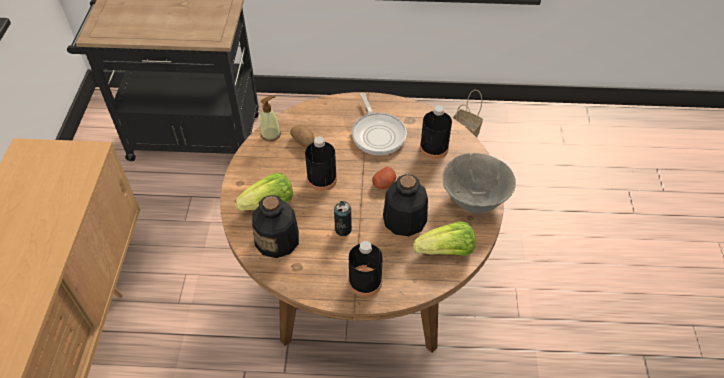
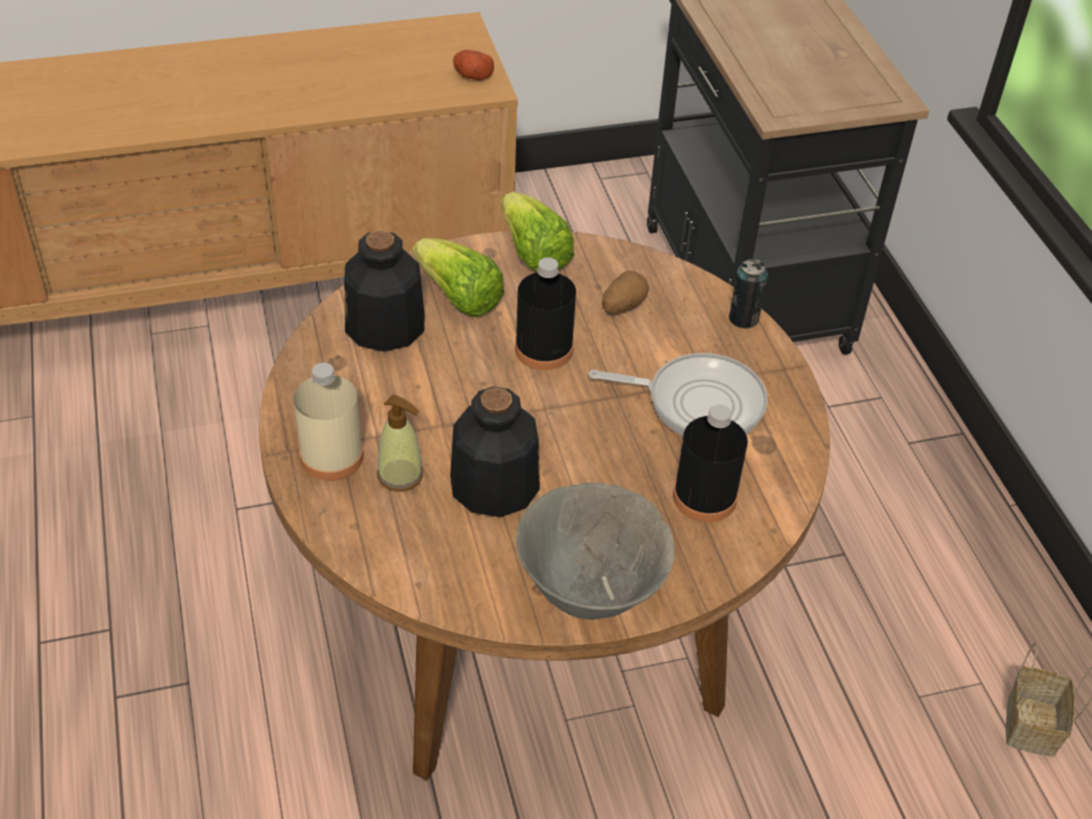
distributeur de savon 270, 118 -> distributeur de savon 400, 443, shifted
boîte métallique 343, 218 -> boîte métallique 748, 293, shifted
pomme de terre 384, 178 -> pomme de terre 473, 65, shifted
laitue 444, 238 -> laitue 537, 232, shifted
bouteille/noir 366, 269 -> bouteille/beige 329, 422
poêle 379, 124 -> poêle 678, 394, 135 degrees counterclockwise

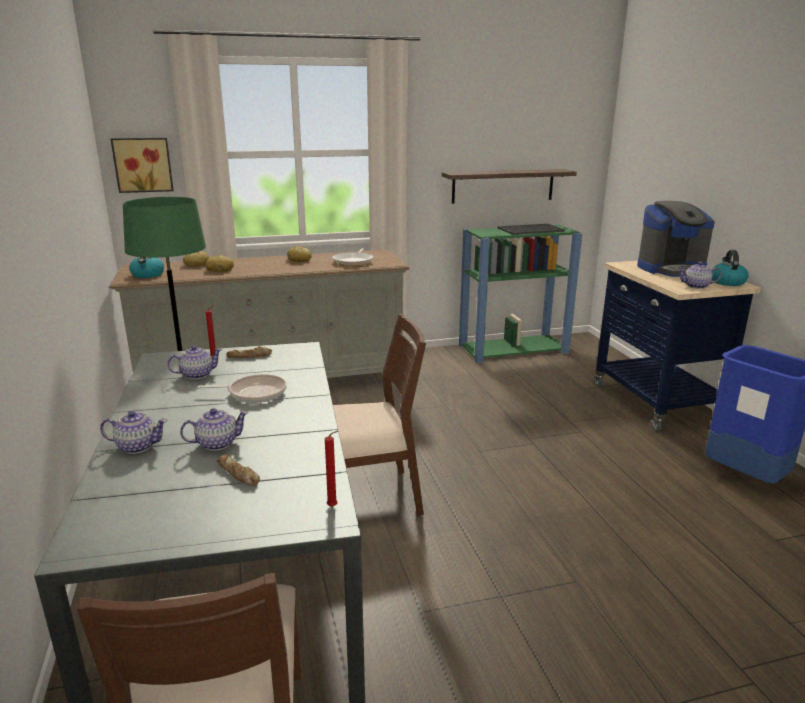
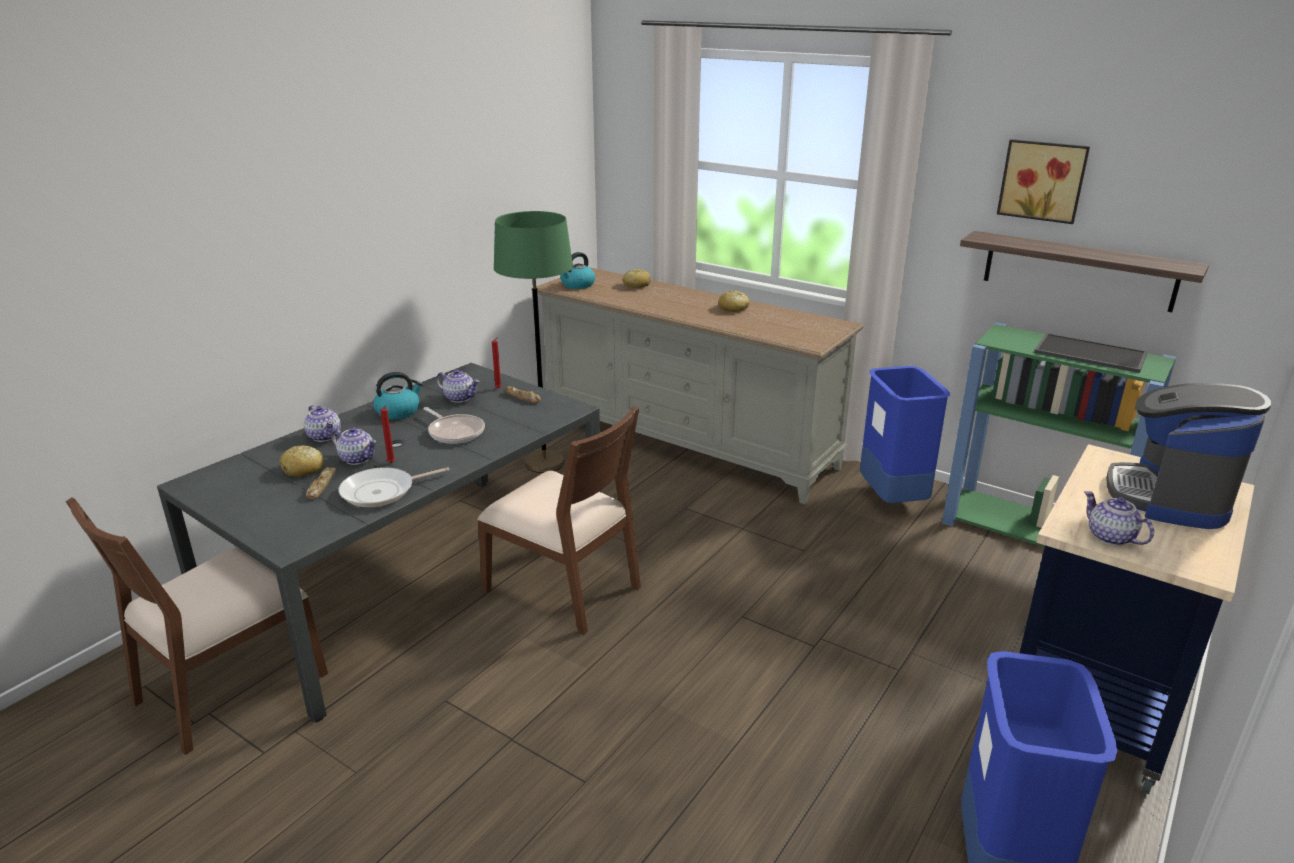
none -> poubelle/bleu 905, 434
tableau 142, 165 -> tableau 1043, 181, shifted
pain 220, 263 -> pain 302, 461, shifted
bougie/rouge 331, 468 -> bougie/rouge 387, 434, shifted
poêle 353, 257 -> poêle 393, 487, shifted
bouilloire 730, 268 -> bouilloire 398, 395, shifted
machine à café 676, 239 -> machine à café 1189, 456, 75 degrees clockwise

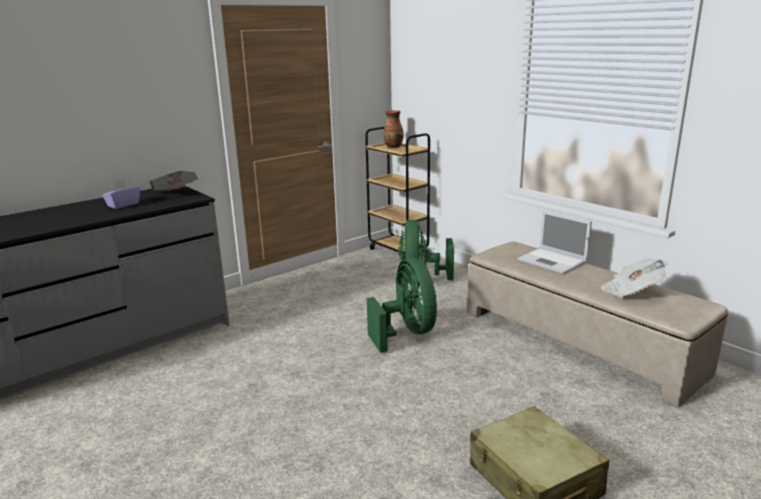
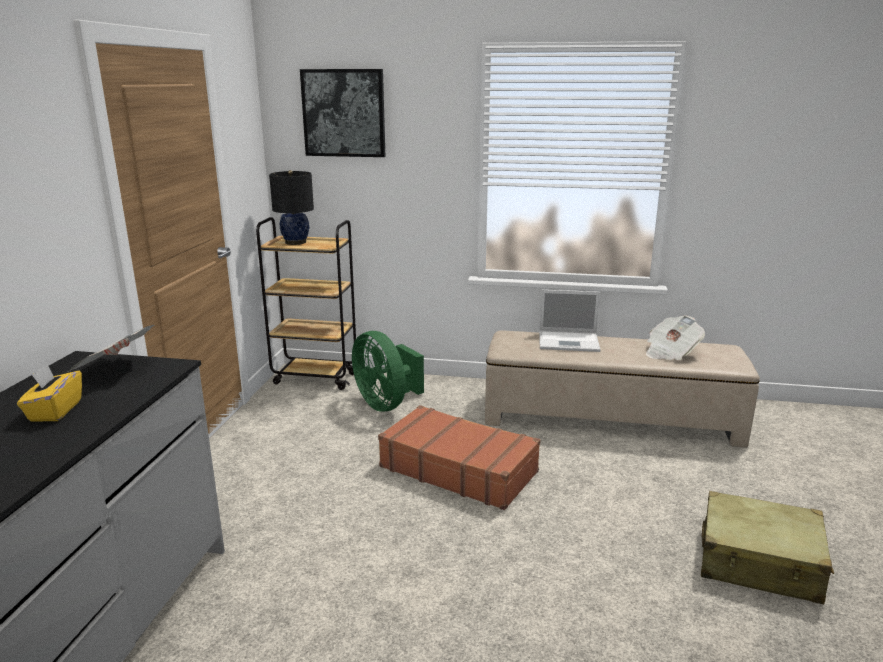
none -> tableau 342, 113
ventilateur/vert 402, 305 -> valise/marron 459, 457
vase 394, 129 -> lampe de table/noir 291, 207
boîte à mouchoirs/violet 121, 194 -> boîte à mouchoirs/jaune 49, 393

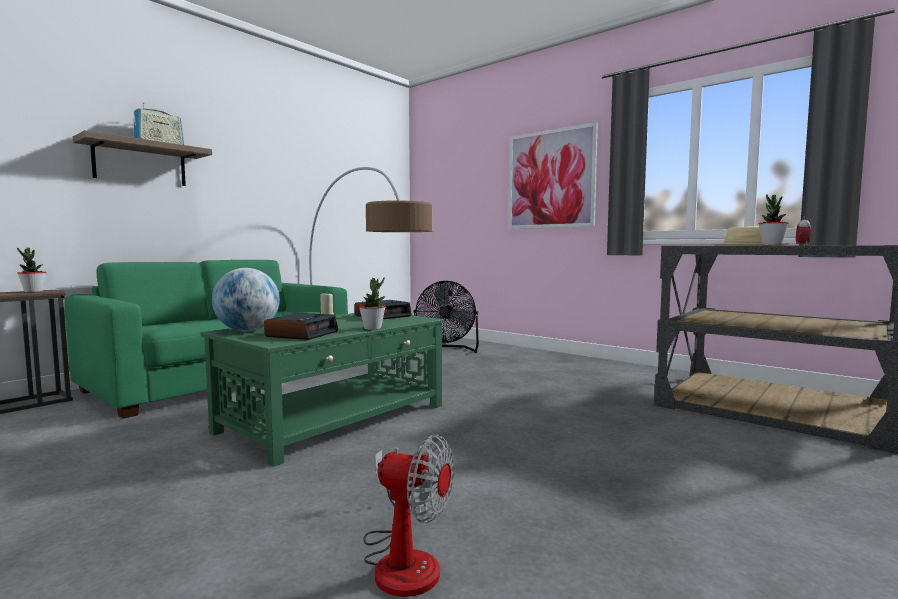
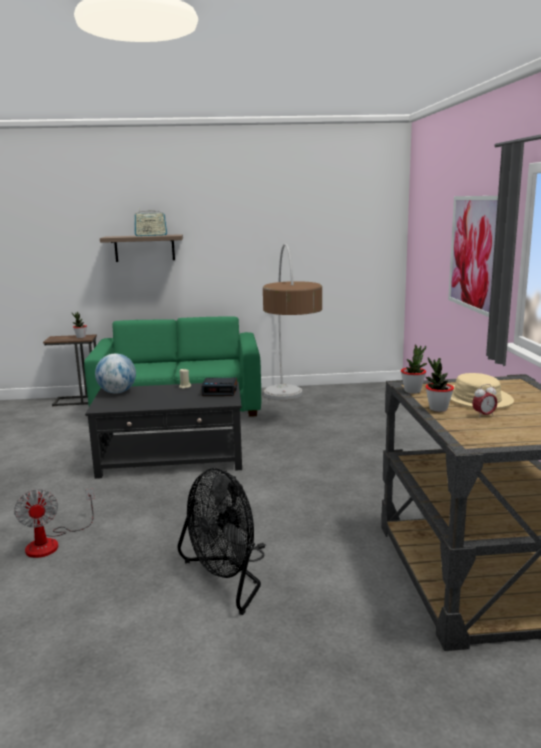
réveil 301, 326 -> none
plante en pot 372, 304 -> plante en pot 414, 369, shifted
ventilateur/noir 446, 317 -> ventilateur/noir 222, 541, shifted
table basse/vert 322, 390 -> table basse/noir 163, 430

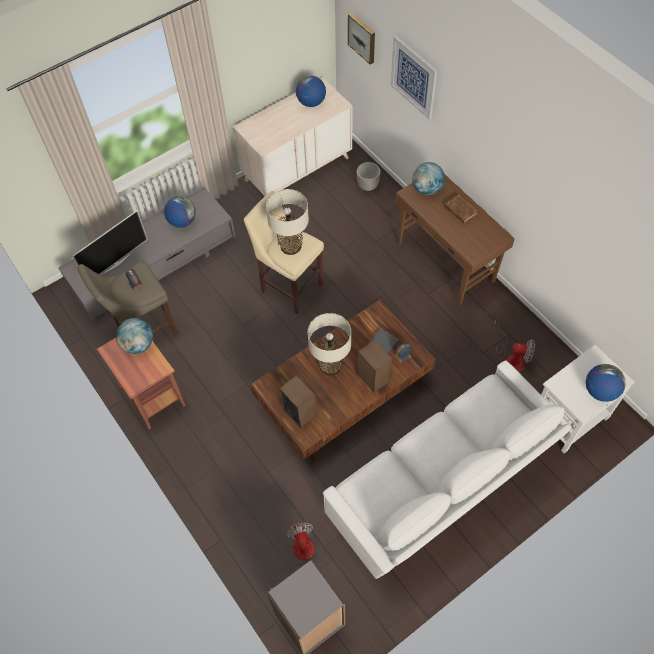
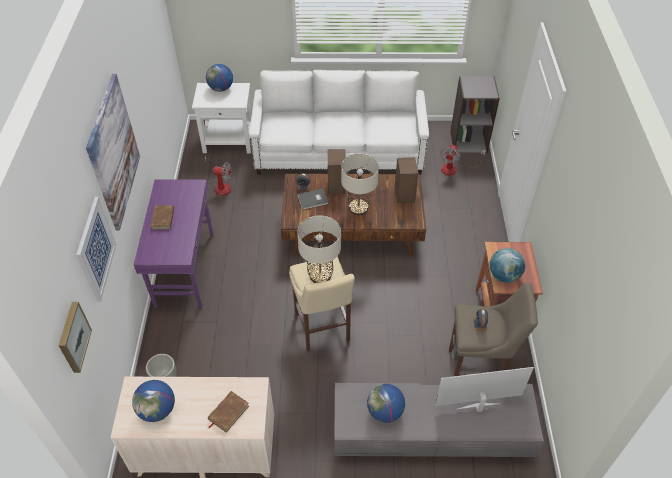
globe 428, 178 -> none
none -> tableau 113, 152
none -> livre/marron 228, 412
table console/marron 455, 240 -> table console/violet 173, 243
ventilateur 514, 344 -> ventilateur 218, 175, 135 degrees clockwise

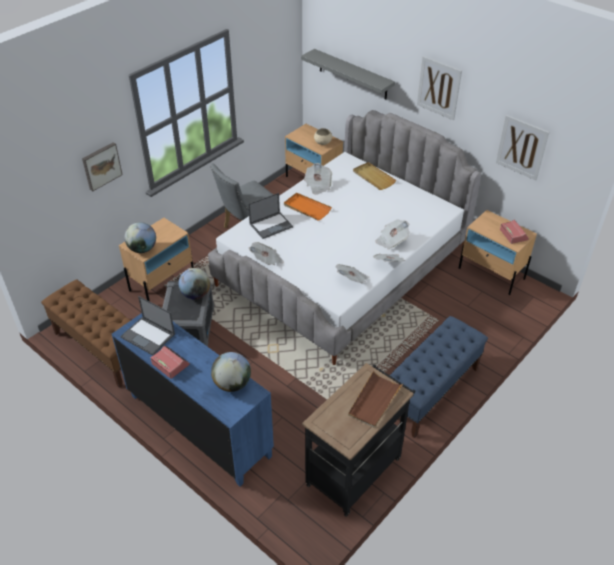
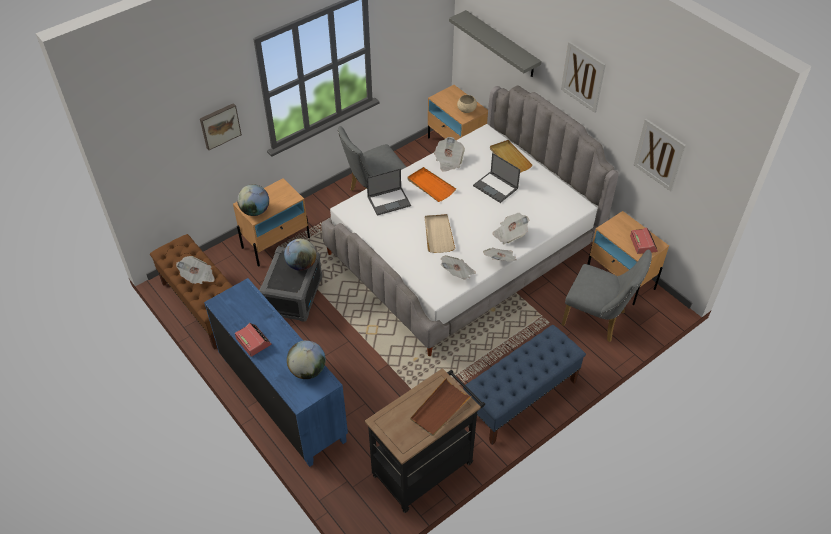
none -> plateau/beige 440, 233
none -> chaise/gris 606, 295
ordinateur portable 147, 326 -> ordinateur portable 496, 178, shifted
journal 266, 253 -> journal 195, 270, shifted

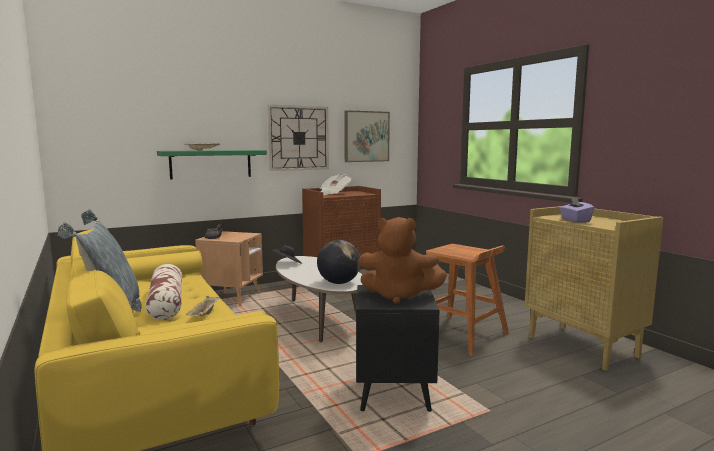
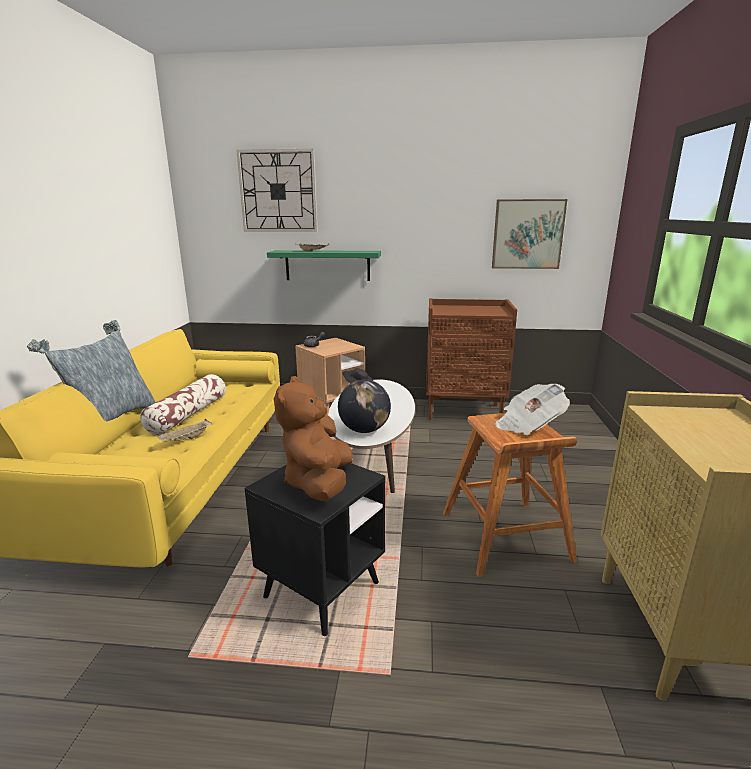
boîte à mouchoirs/violet 577, 210 -> none
horloge murale 298, 138 -> horloge murale 277, 190, shifted
journal 335, 184 -> journal 532, 409, shifted
peluche/marron 403, 260 -> peluche/marron 313, 438, 45 degrees clockwise

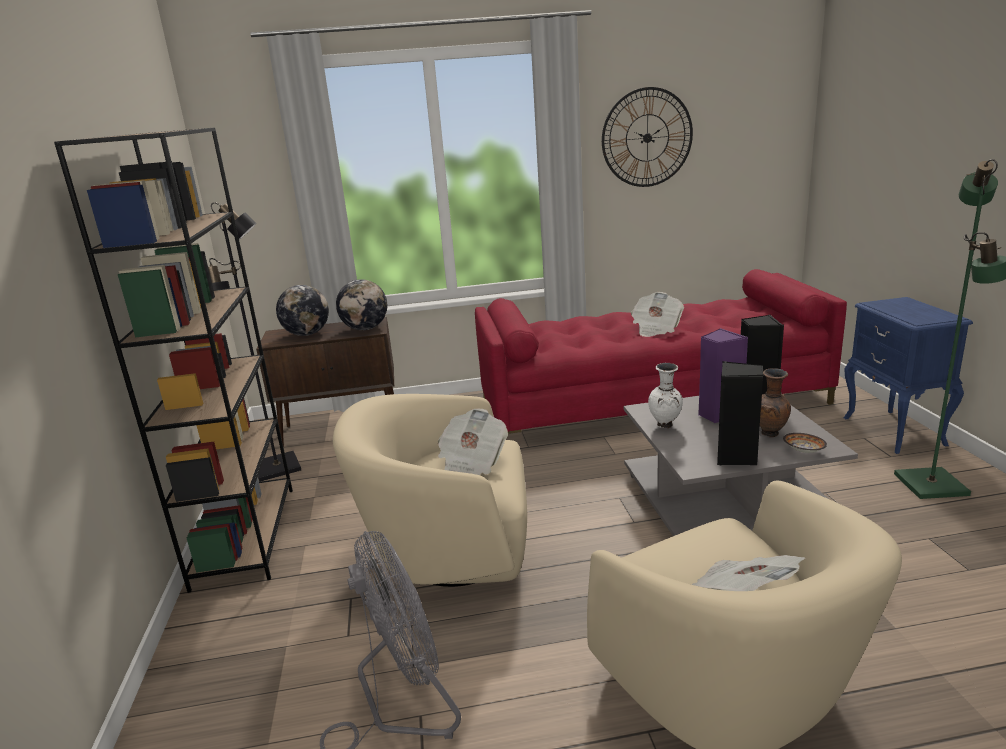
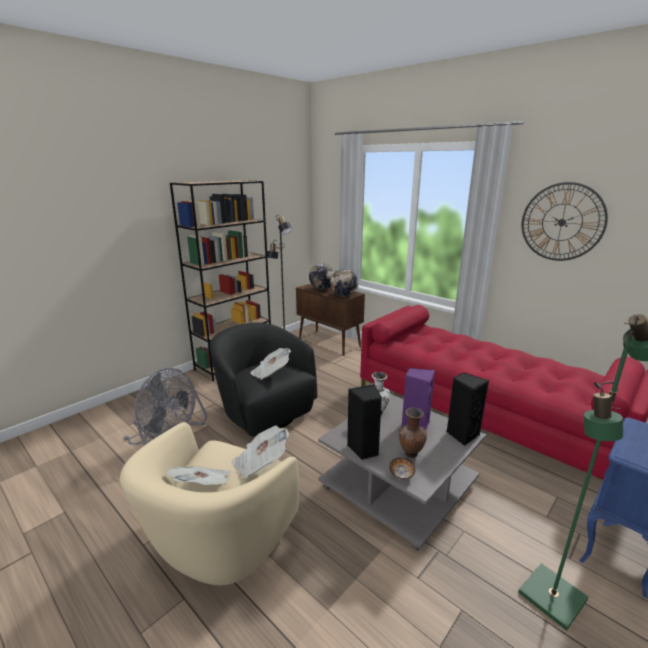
journal 657, 314 -> journal 260, 452, shifted
fauteuil/beige 430, 490 -> fauteuil/noir 263, 380

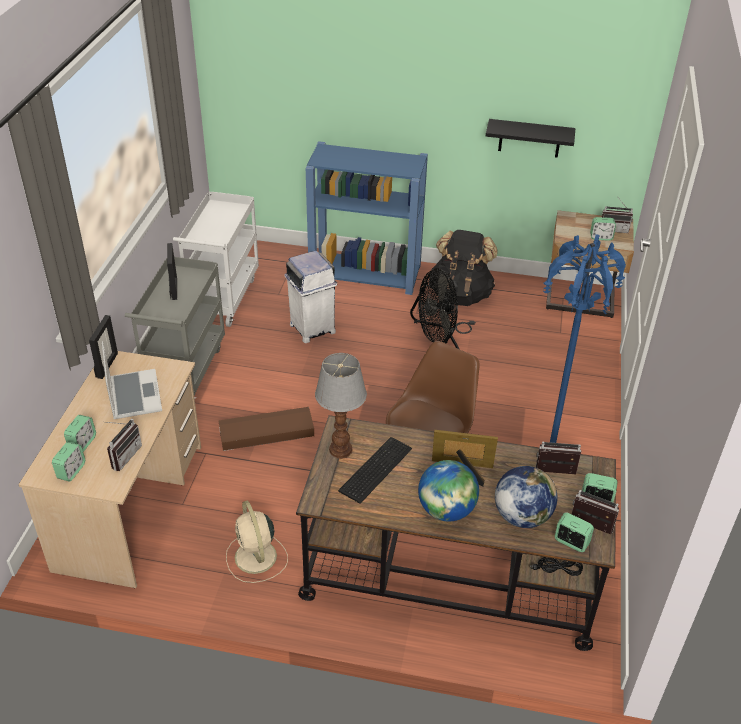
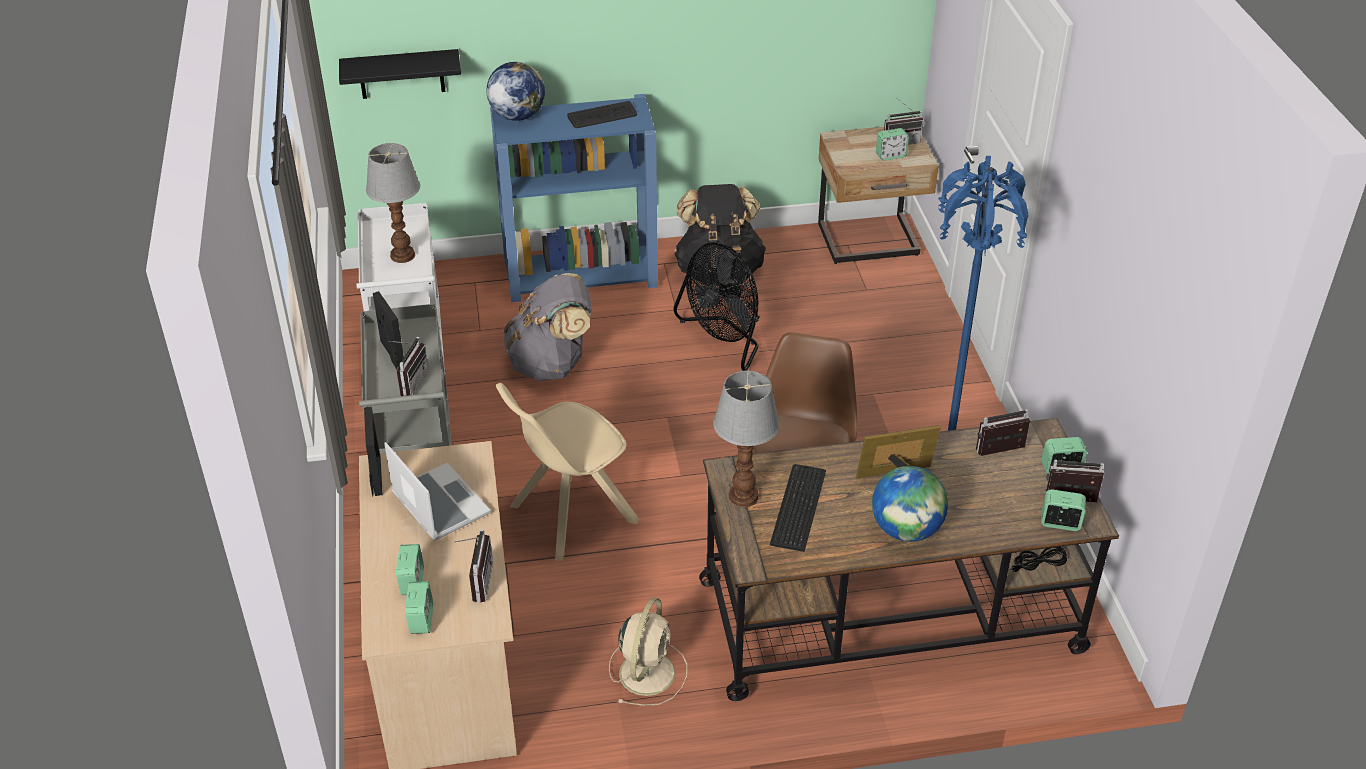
none -> lampe de table 393, 203
none -> radio 409, 366
none -> clavier 602, 114
étagère/noir 530, 138 -> étagère/noir 400, 74, shifted
globe 526, 497 -> globe 515, 91, shifted
boîte de rangement/marron 266, 429 -> chaise/beige 567, 472
poubelle/blanc 310, 297 -> sac à dos/gris 548, 327
ventilateur/beige 257, 542 -> ventilateur/beige 648, 652, 120 degrees counterclockwise

